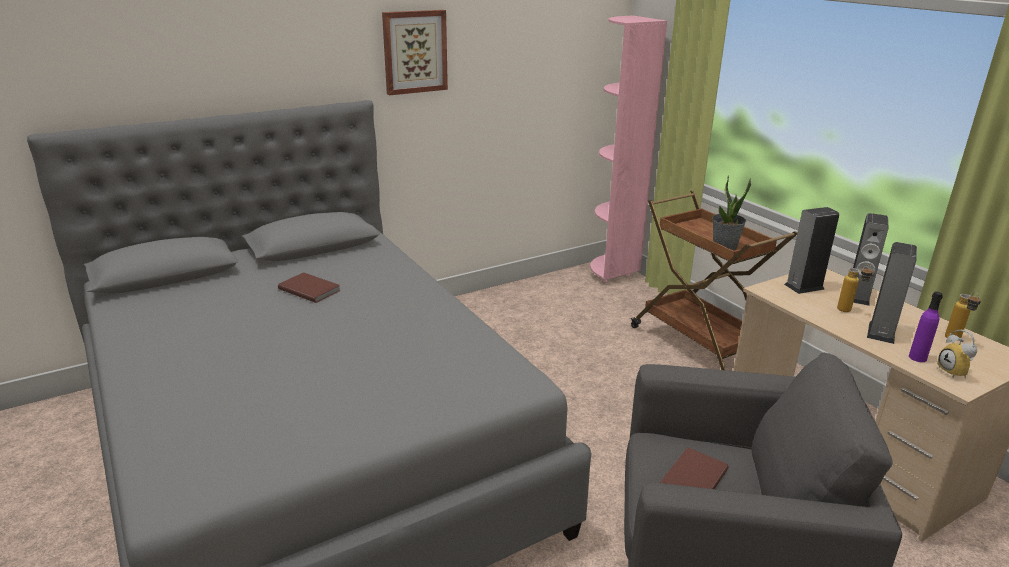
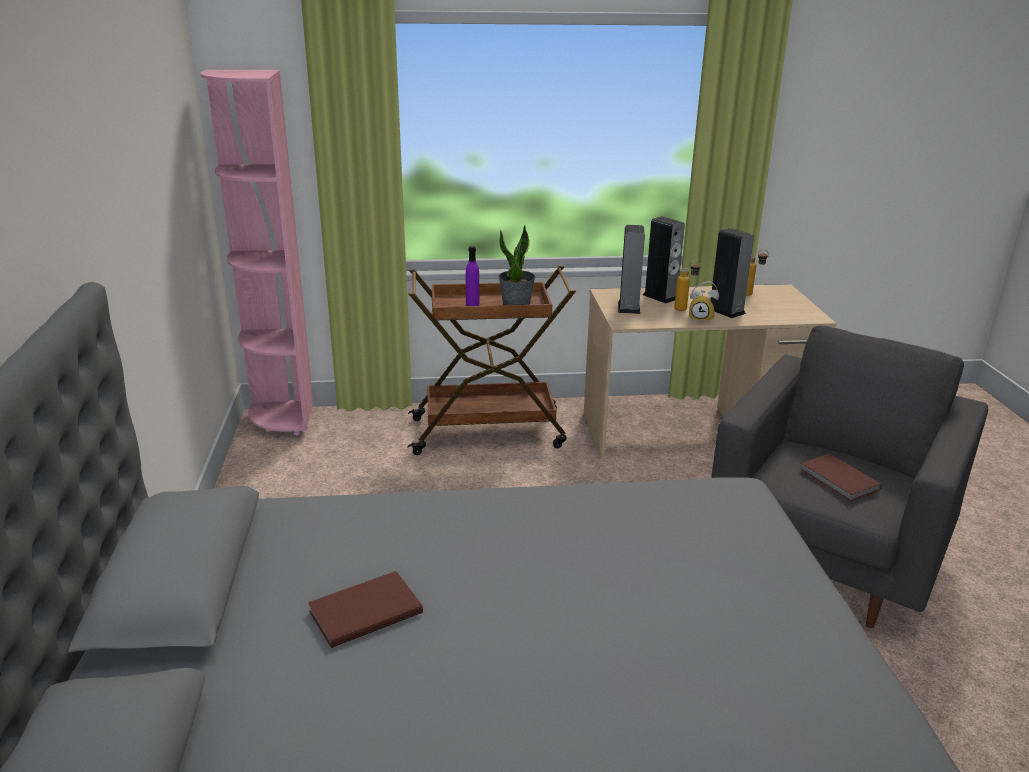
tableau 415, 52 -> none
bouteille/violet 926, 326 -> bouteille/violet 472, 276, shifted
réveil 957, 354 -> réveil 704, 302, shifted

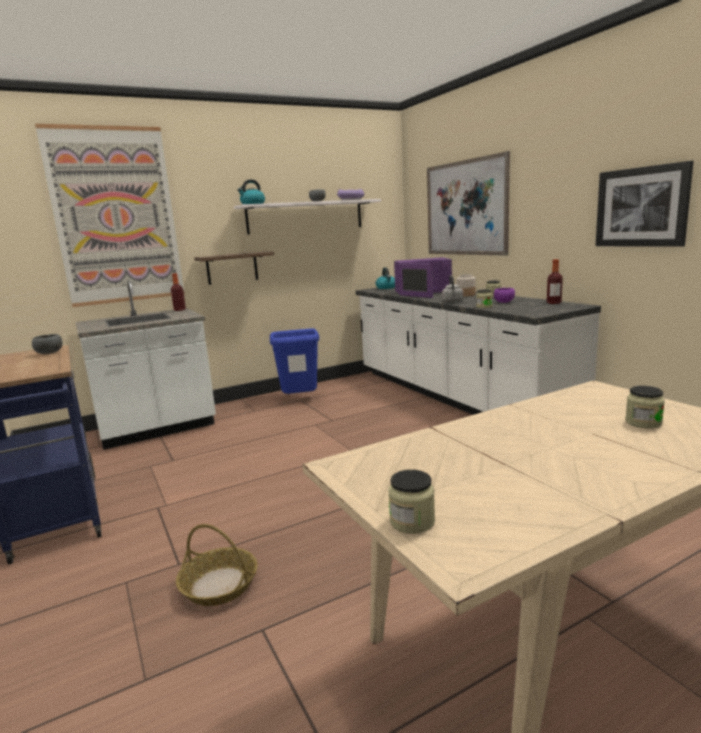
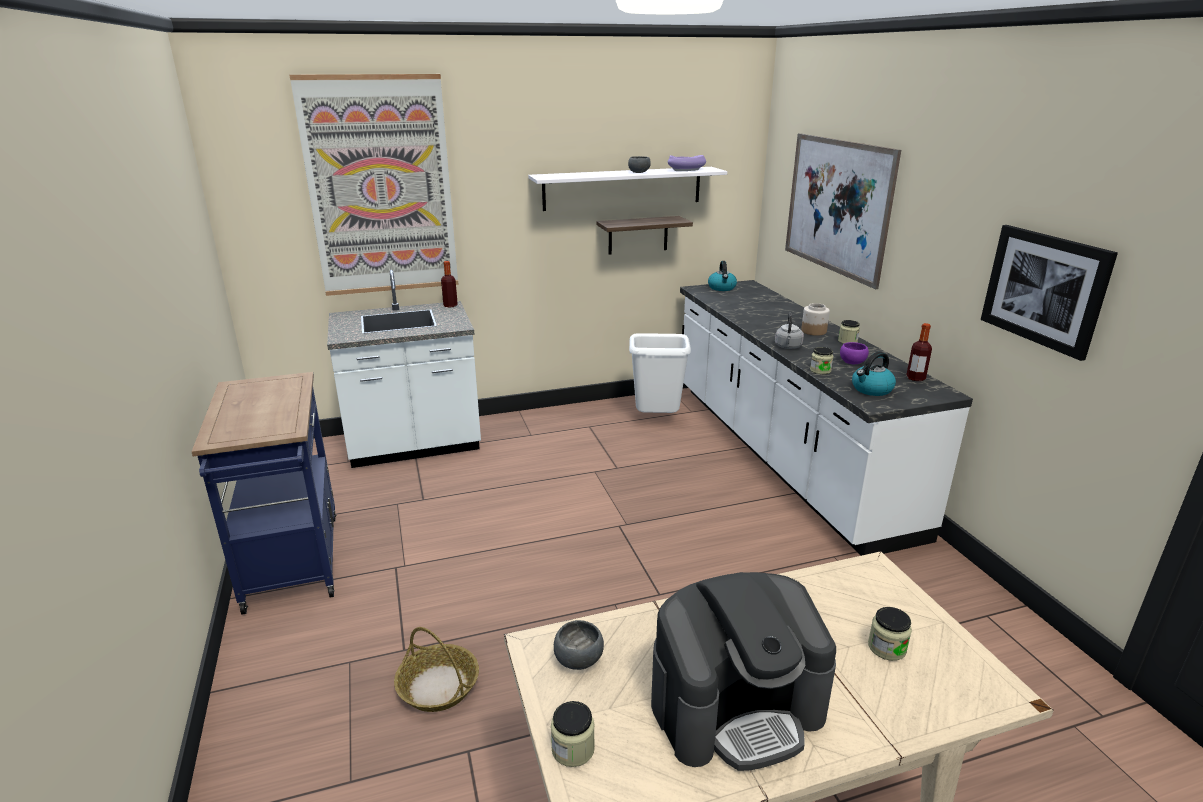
poubelle/bleu 294, 361 -> none
micro-ondes/violet 423, 277 -> none
none -> poubelle/blanc 660, 373
none -> machine à café 743, 671
bol/gris 47, 344 -> bol/gris 579, 645, shifted
étagère 234, 268 -> étagère 645, 235, shifted
bouilloire 251, 191 -> bouilloire 874, 374, shifted

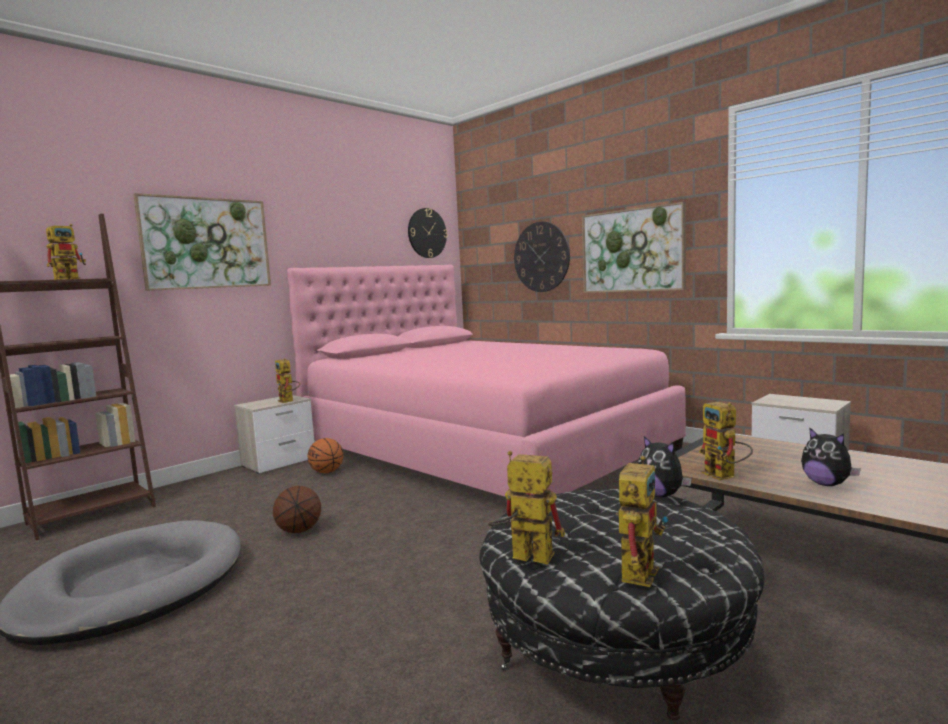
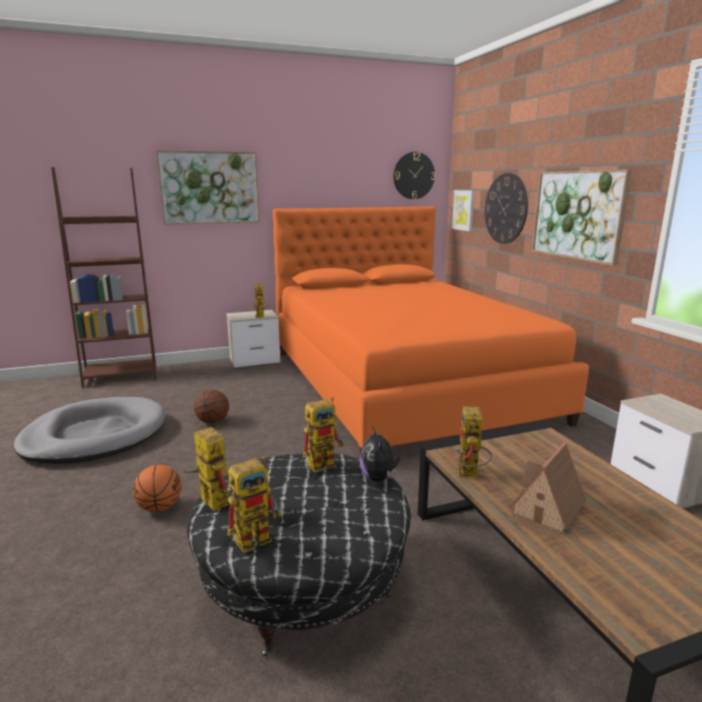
none -> tableau 463, 210
robot jouet 66, 252 -> robot jouet 324, 435, shifted
ballon de basket 325, 455 -> ballon de basket 157, 488, shifted
peluche 831, 456 -> maison miniature 547, 490
lit/rose 486, 381 -> lit/orange 431, 330

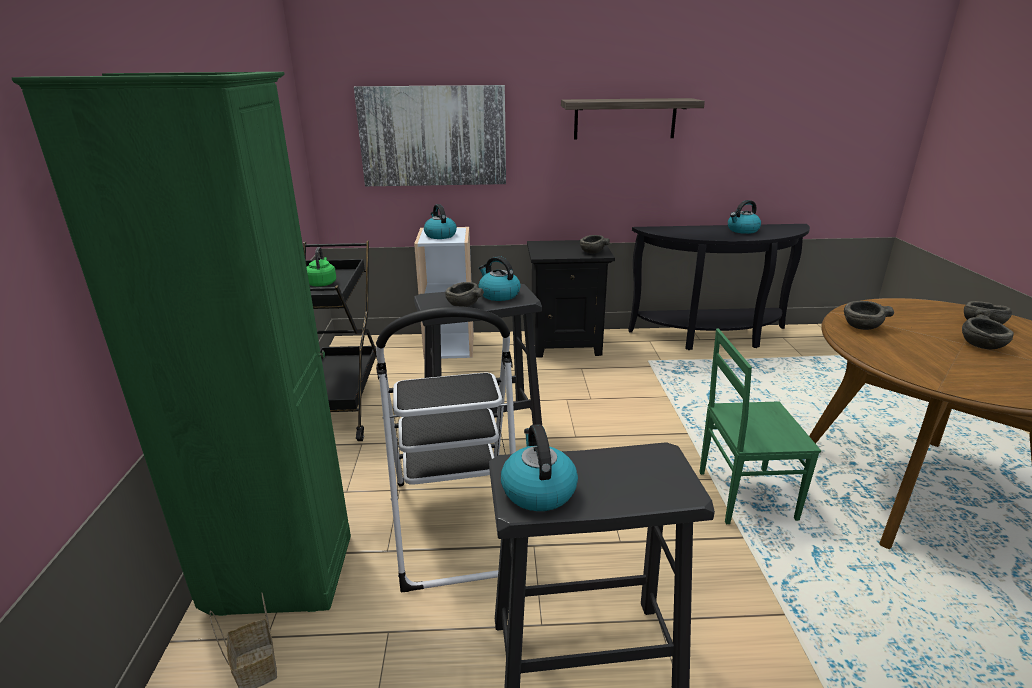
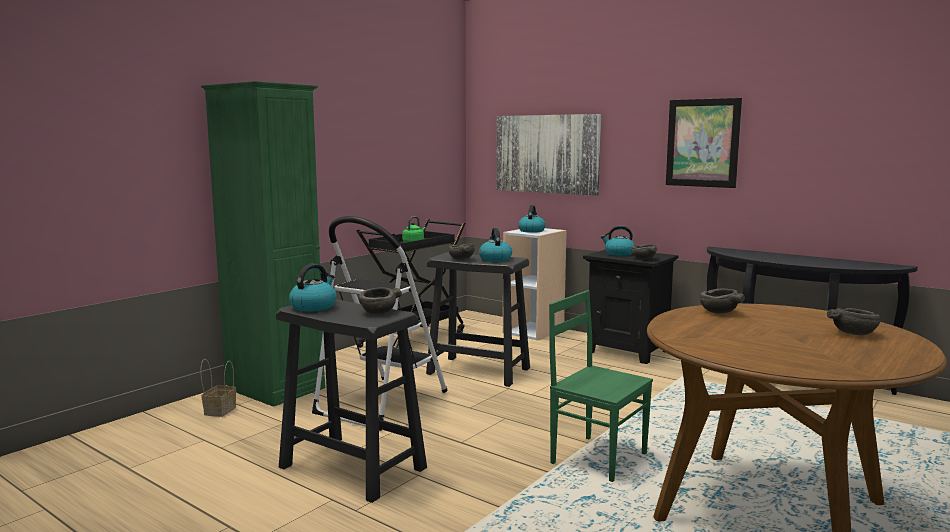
bouilloire 744, 217 -> bouilloire 618, 241, shifted
bol/gris 988, 331 -> bol/gris 380, 301, shifted
étagère 633, 119 -> tableau 704, 143

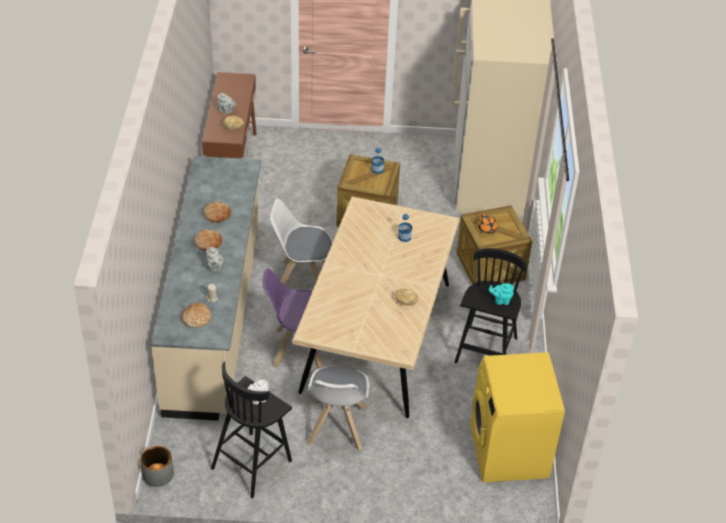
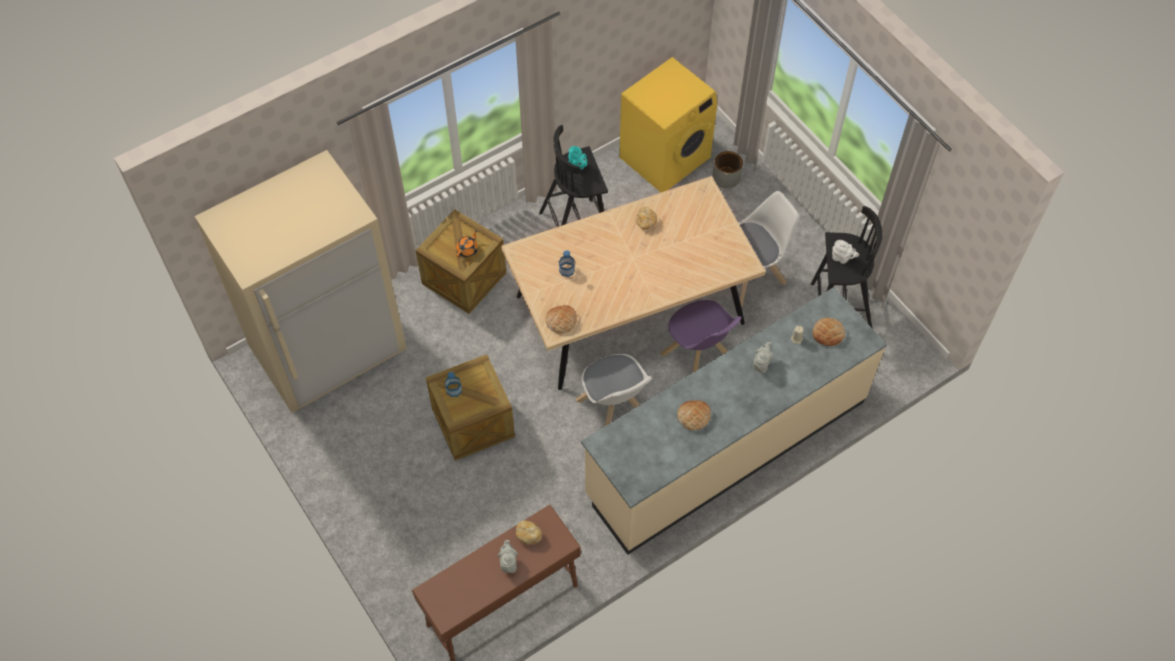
cache-pot/gris 157, 466 -> cache-pot/gris 727, 169, shifted
pain 208, 240 -> pain 561, 319, shifted

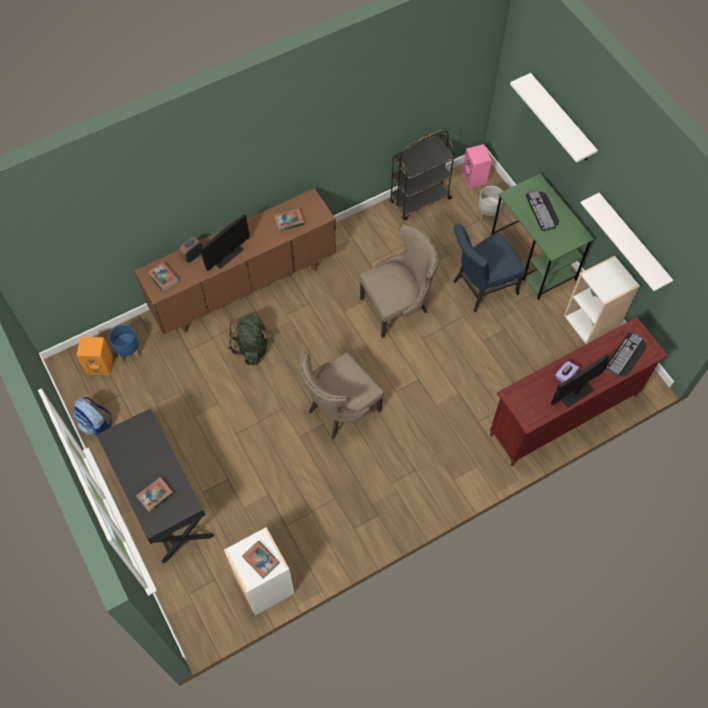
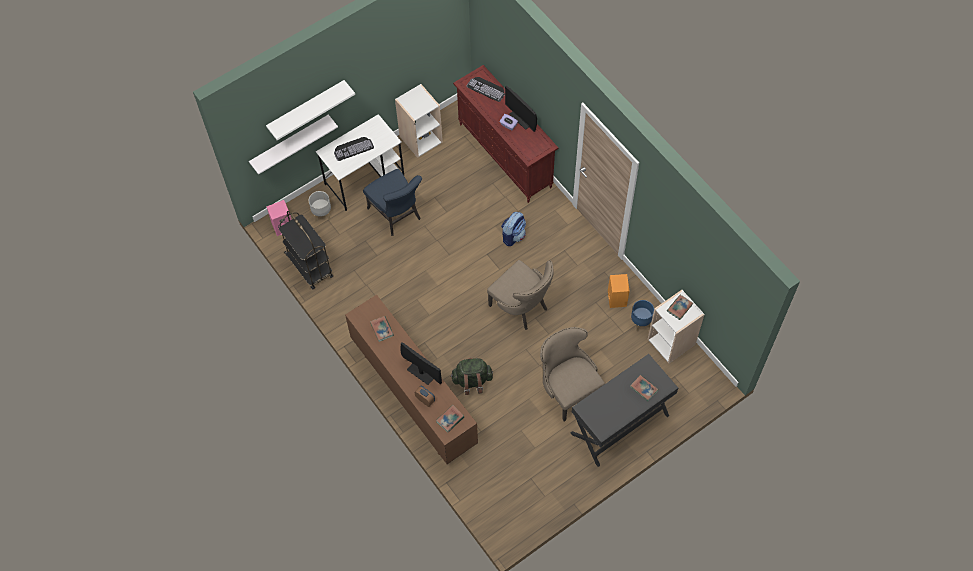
sac à dos 92, 416 -> sac à dos 513, 229, shifted
enceinte/orange 95, 356 -> enceinte/orange 618, 291, shifted
cache-pot/bleu 124, 343 -> cache-pot/bleu 642, 316, shifted
chaise/beige 398, 281 -> chaise/beige 572, 374, shifted
étagère/blanc 627, 242 -> étagère/blanc 293, 145, shifted
bureau/vert 542, 237 -> bureau/blanc 360, 162

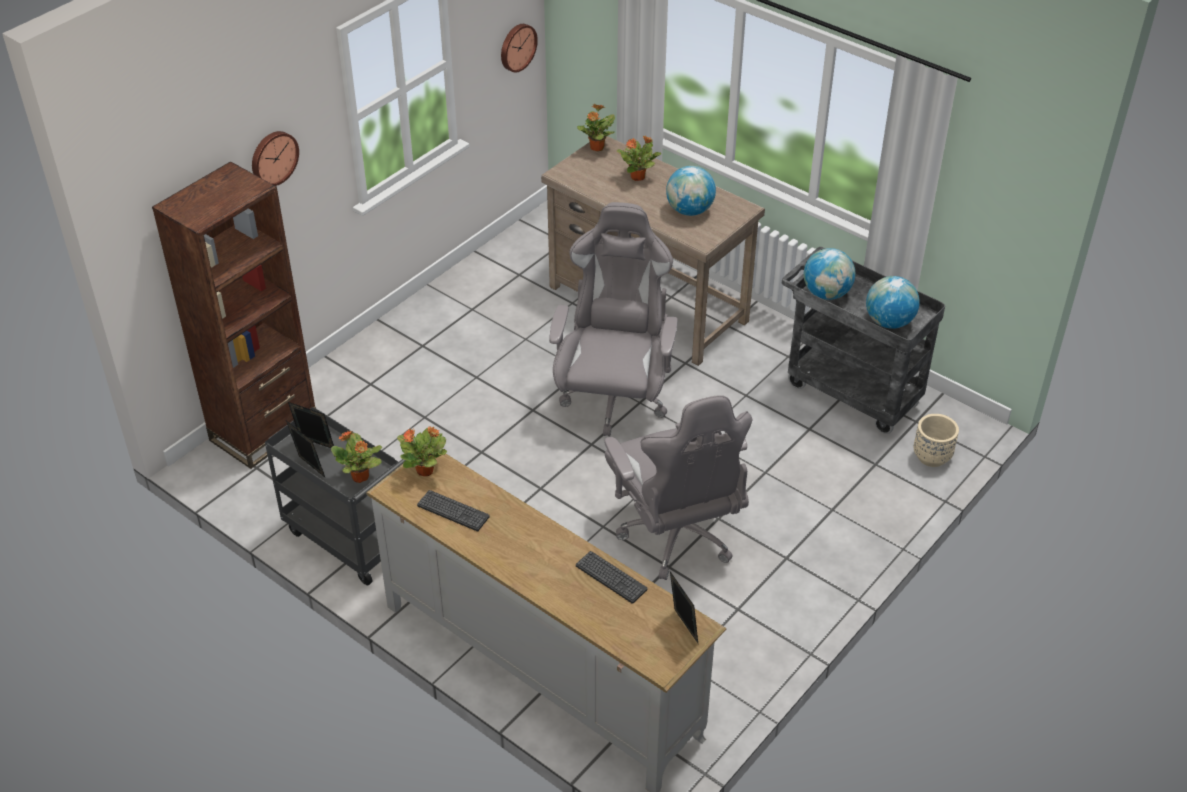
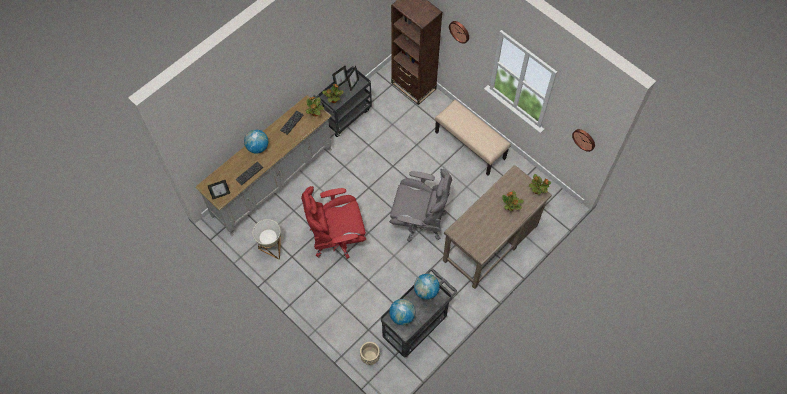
none -> cache-pot 266, 239
none -> banc/beige 473, 137
globe 691, 191 -> globe 256, 141, shifted
chaise de bureau/gris 678, 487 -> chaise de bureau/rouge 334, 222

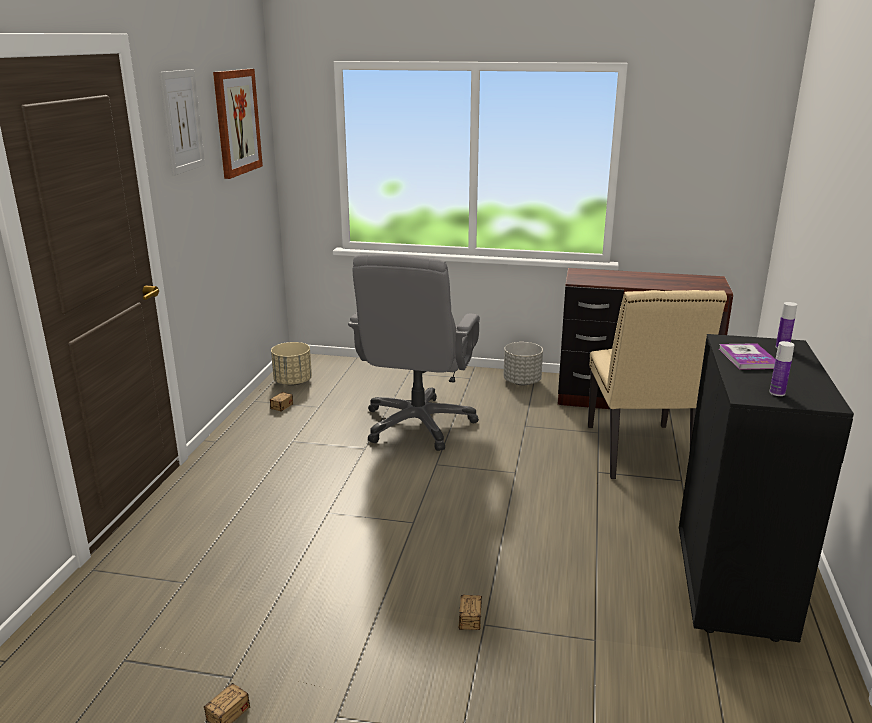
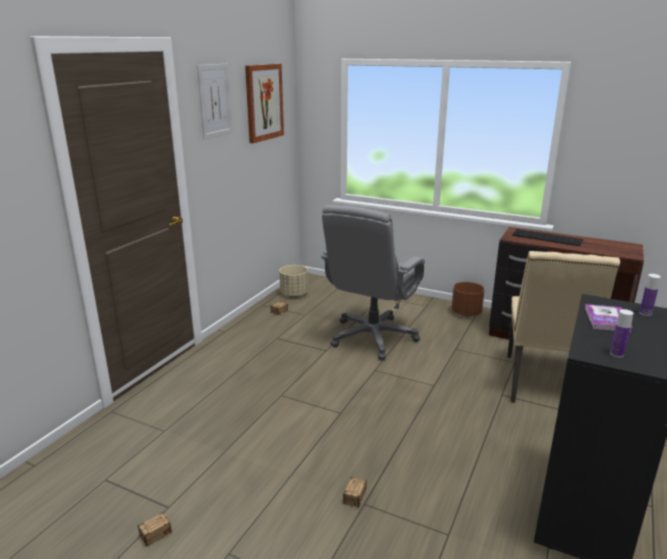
none -> clavier 547, 237
cache-pot/gris 523, 363 -> cache-pot/marron 468, 299

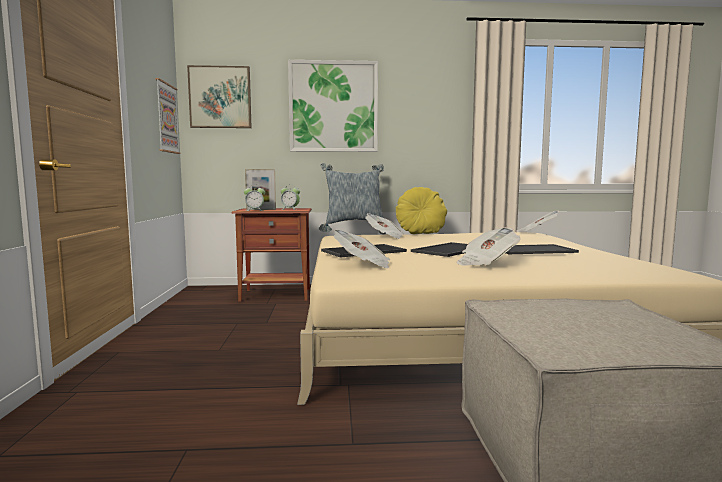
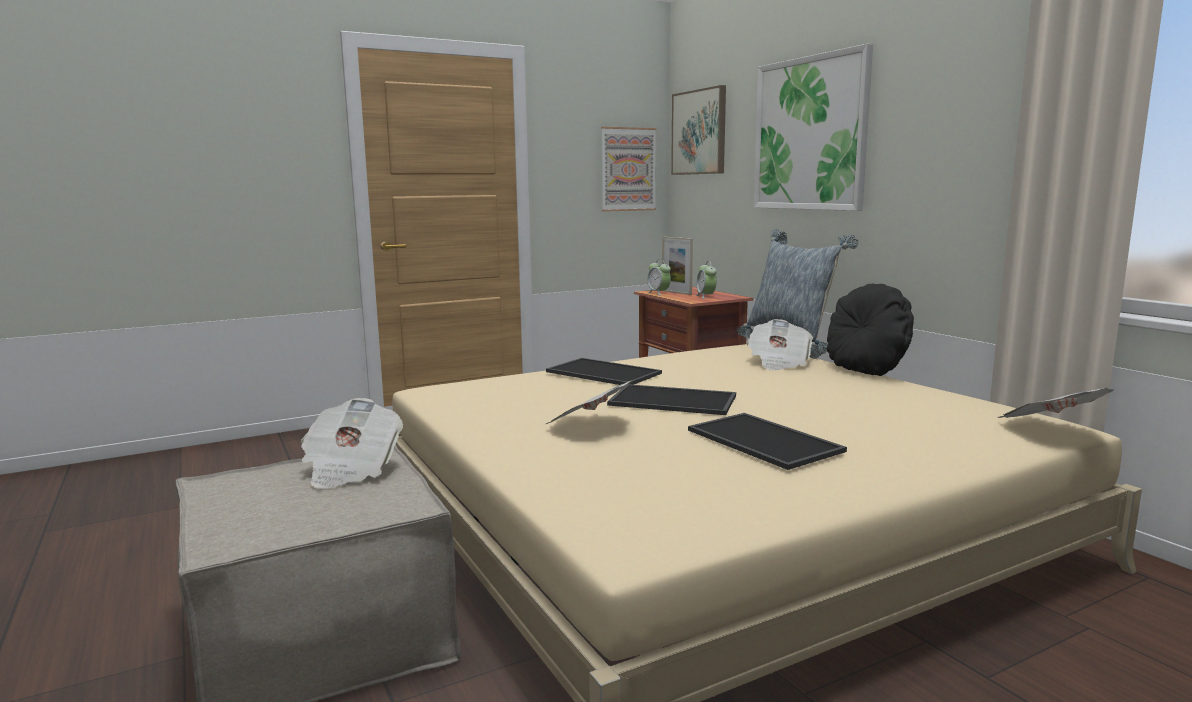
journal 362, 248 -> journal 351, 443, shifted
coussin/jaune 421, 210 -> coussin/noir 870, 330

